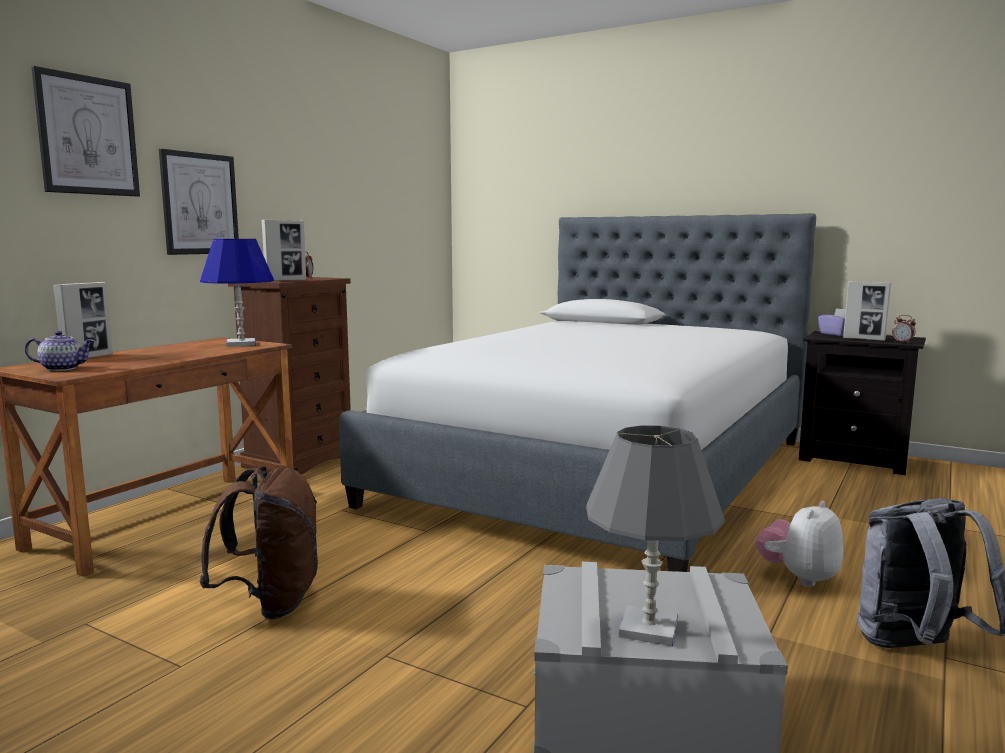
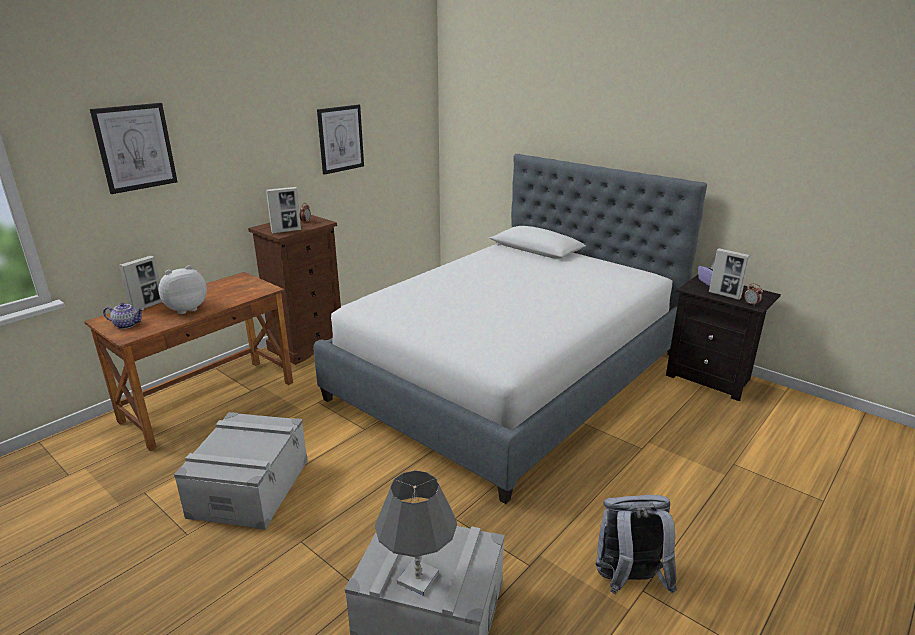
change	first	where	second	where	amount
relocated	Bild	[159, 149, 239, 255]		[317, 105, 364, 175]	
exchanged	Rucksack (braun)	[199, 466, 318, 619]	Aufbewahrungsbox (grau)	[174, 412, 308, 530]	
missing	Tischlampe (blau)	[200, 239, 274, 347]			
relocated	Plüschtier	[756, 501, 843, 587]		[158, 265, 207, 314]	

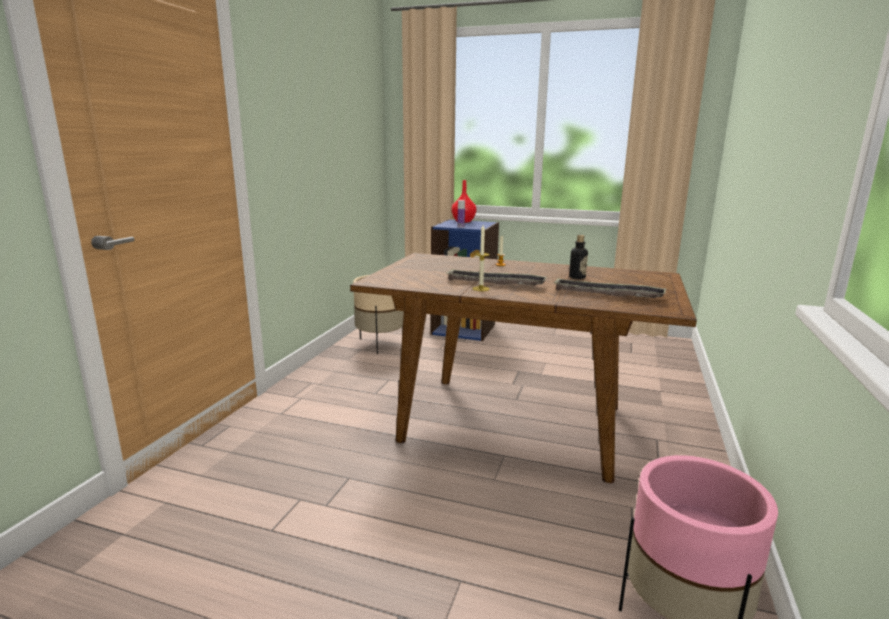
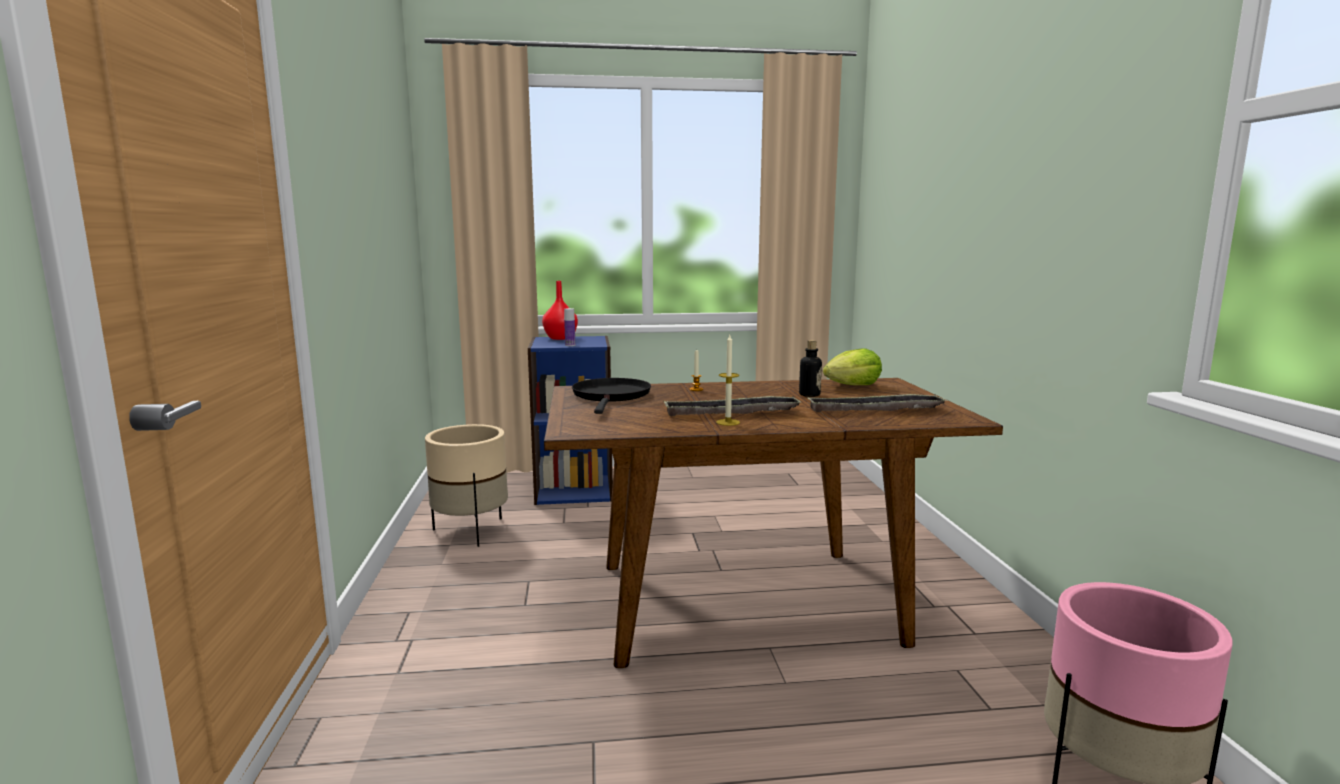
change	first	where	second	where	amount
appeared			Pfanne (schwarz)	[572, 378, 651, 414]	
appeared			Salatkopf	[823, 349, 882, 385]	

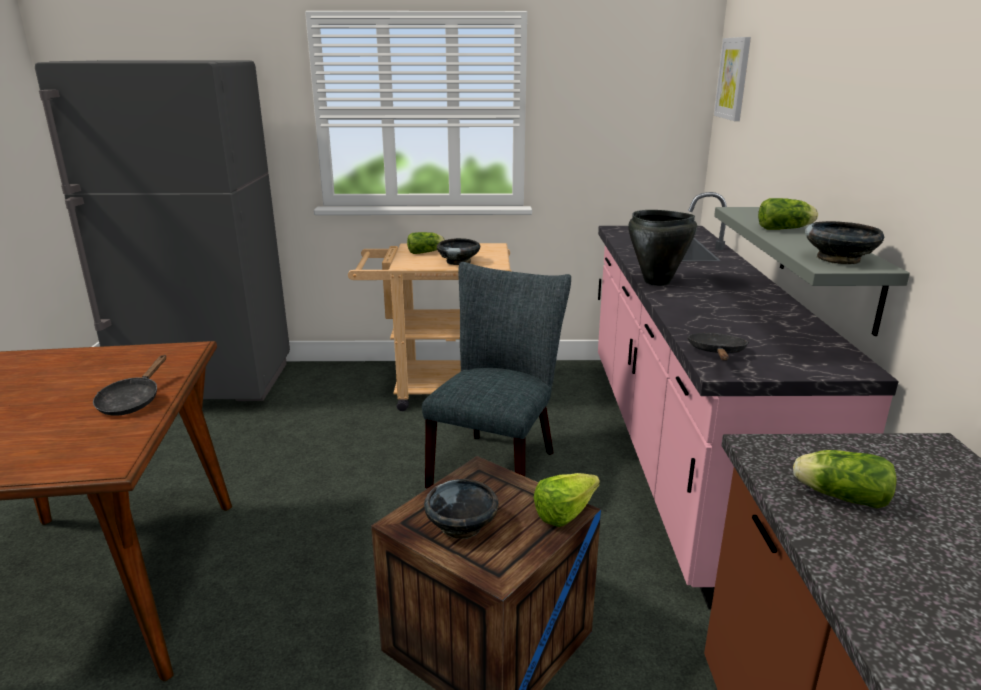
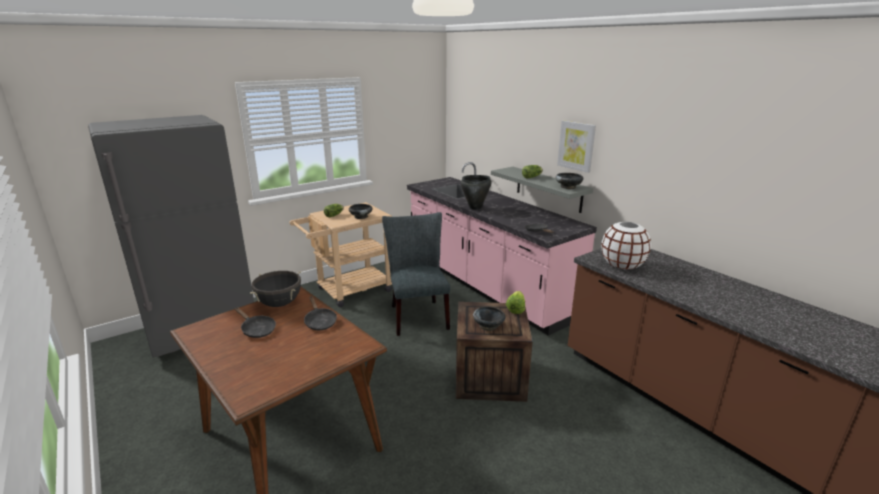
change	first	where	second	where	amount
relocated	Bild	[714, 37, 751, 121]		[557, 120, 596, 173]	
exchanged	Salatkopf	[793, 450, 897, 508]	Vase (weiß)	[602, 222, 651, 269]	
appeared			Pfanne (schwarz)	[235, 307, 276, 338]	
appeared			Kochtopf (schwarz)	[250, 271, 301, 307]	

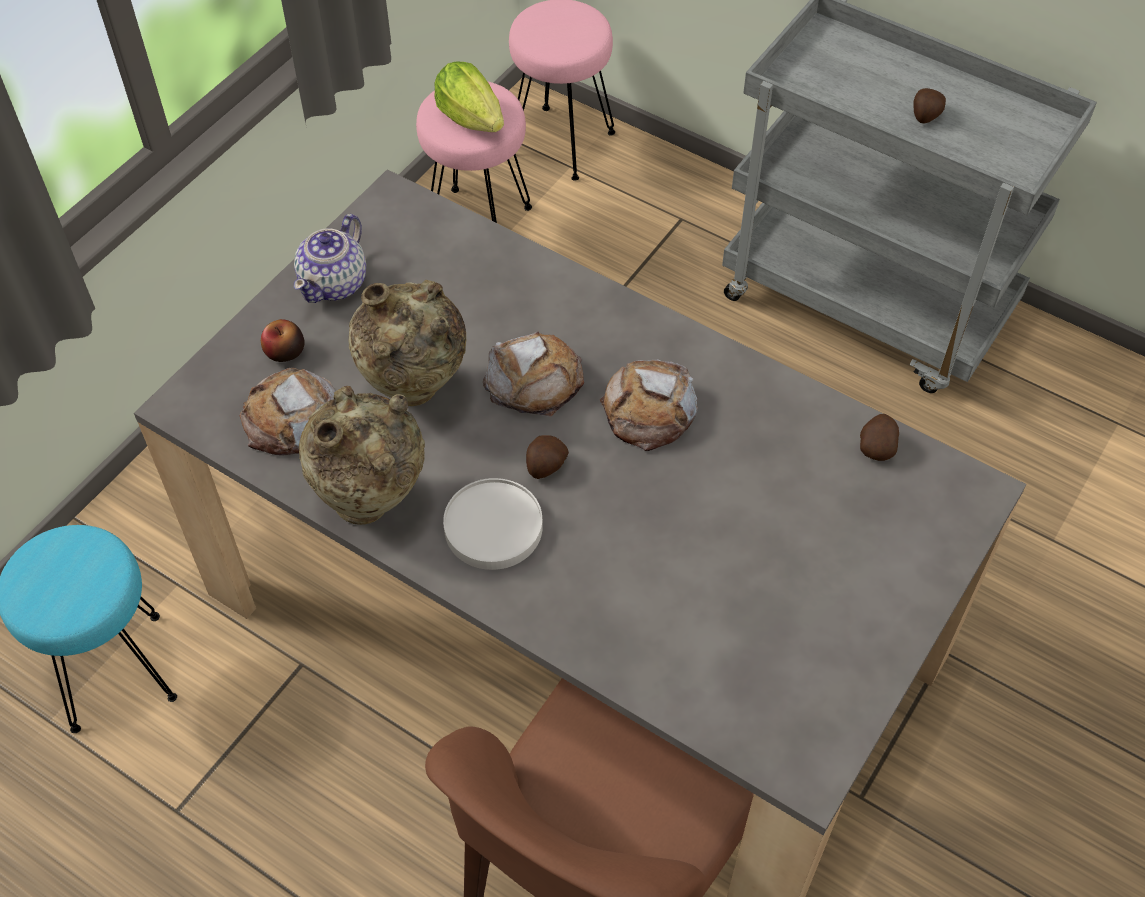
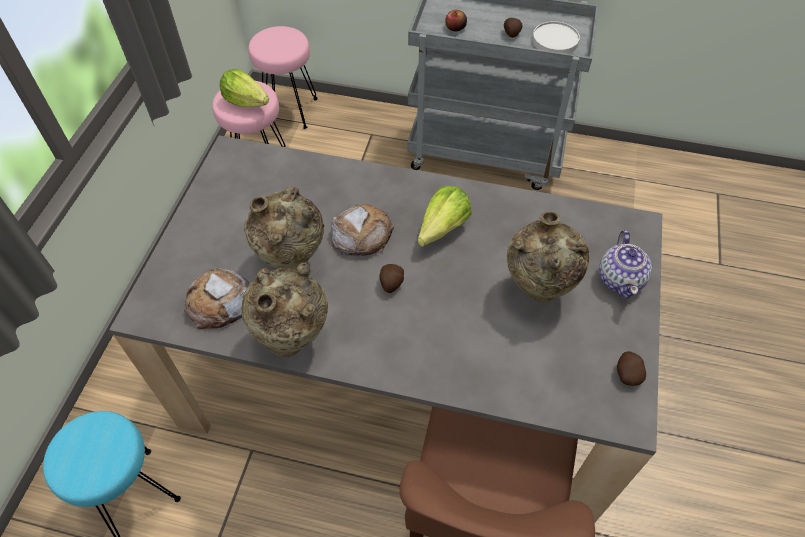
change	first	where	second	where	amount
relocated	Apfel	[261, 319, 305, 362]		[445, 10, 467, 31]	
relocated	Teekanne	[294, 214, 366, 303]		[599, 230, 652, 299]	
relocated	Teller (weiß)	[443, 478, 543, 570]		[532, 21, 580, 54]	
exchanged	Brot	[600, 359, 698, 451]	Salatkopf	[418, 186, 471, 247]	
relocated	Kartoffel	[860, 414, 899, 461]		[617, 351, 646, 386]	
appeared			Vase (beige)	[507, 212, 589, 301]	

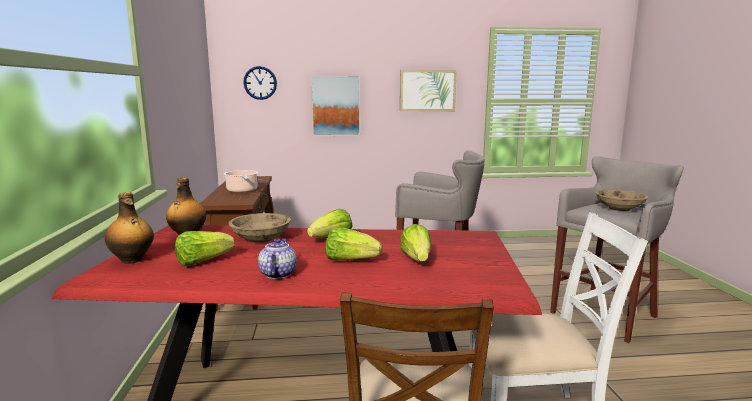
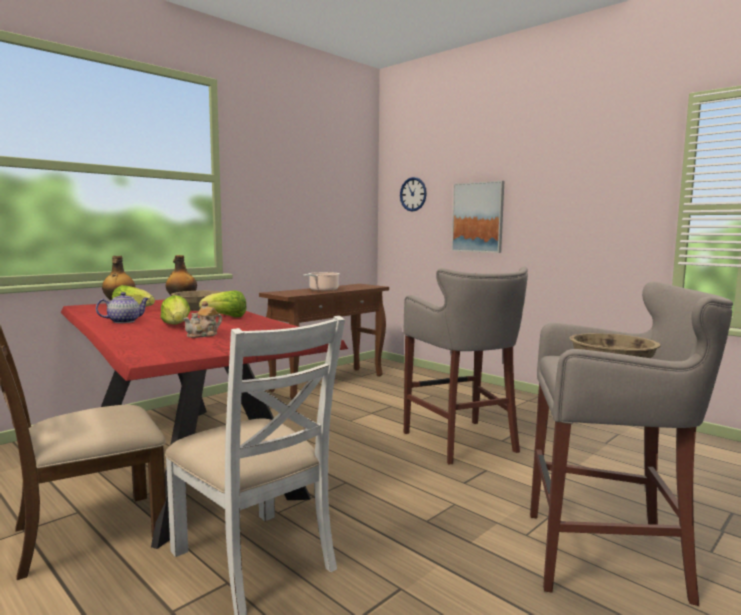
change	first	where	second	where	amount
missing	Bild	[400, 70, 457, 111]			
exchanged	Salatkopf	[400, 224, 431, 262]	Teekanne	[183, 301, 222, 338]	

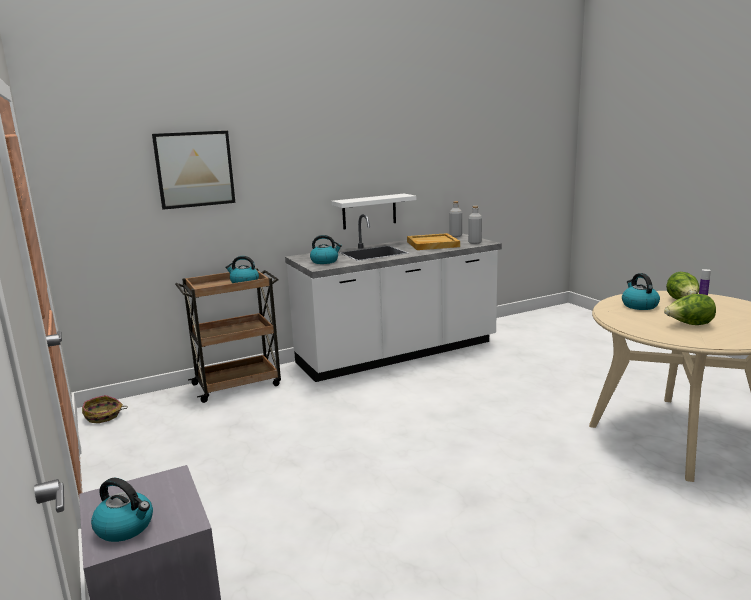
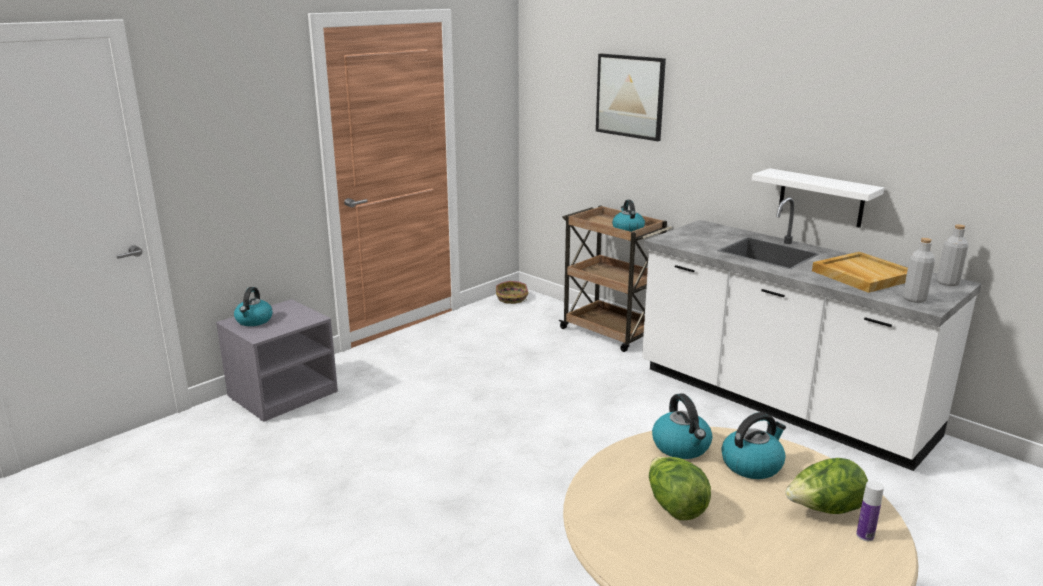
change	first	where	second	where	amount
relocated	Wasserkessel	[310, 235, 342, 264]		[652, 393, 712, 459]	

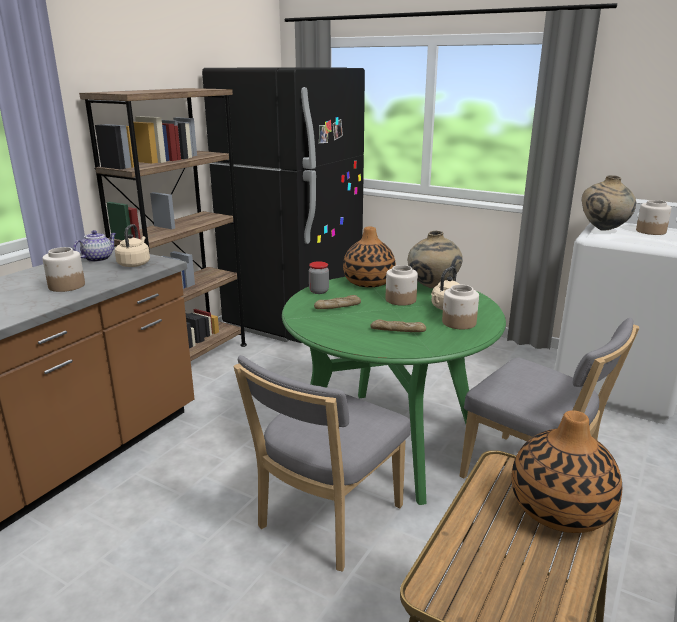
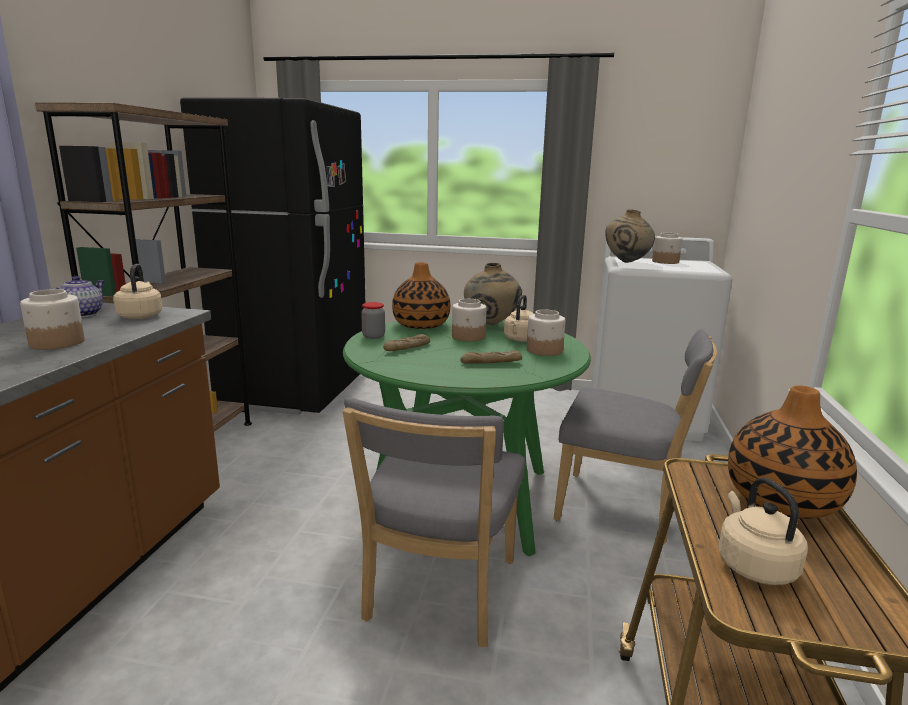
change	first	where	second	where	amount
appeared			Wasserkessel (beige)	[718, 477, 808, 585]	

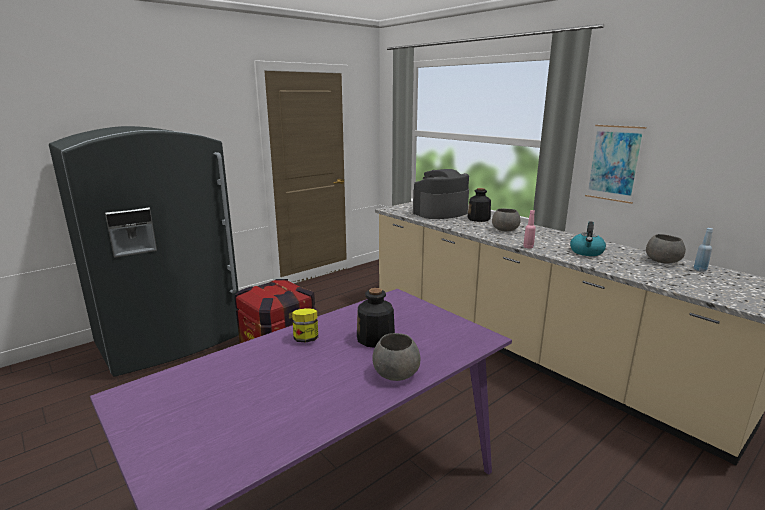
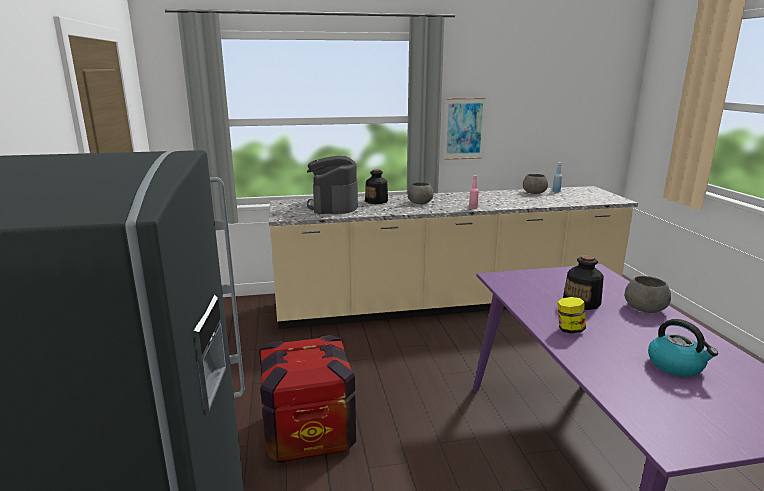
change	first	where	second	where	amount
relocated	Wasserkessel	[570, 221, 606, 256]		[648, 319, 718, 377]	

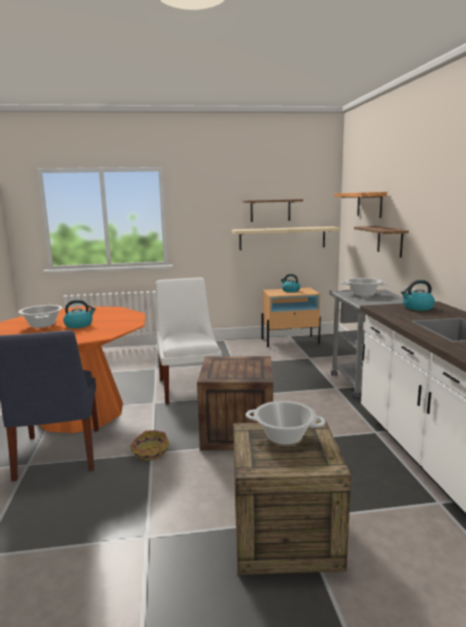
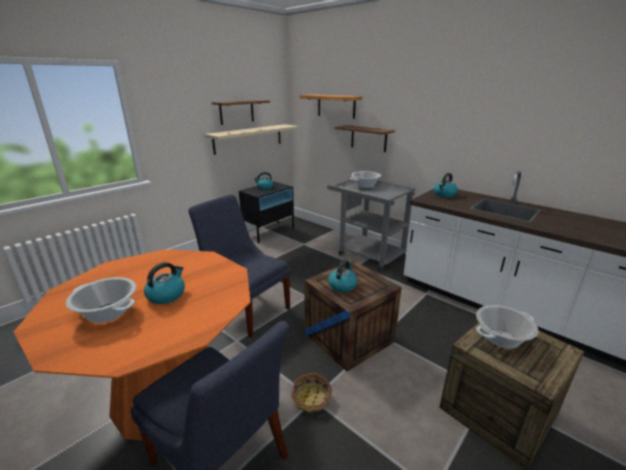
change	first	where	second	where	amount
colour	Stuhl (weiß)	[155, 278, 222, 404]	Stuhl (blau)	[189, 195, 290, 338]	
colour	Nachttisch (beige)	[261, 288, 321, 347]	Nachttisch (schwarz)	[239, 181, 294, 243]	
appeared			Wasserkessel	[328, 260, 357, 292]	

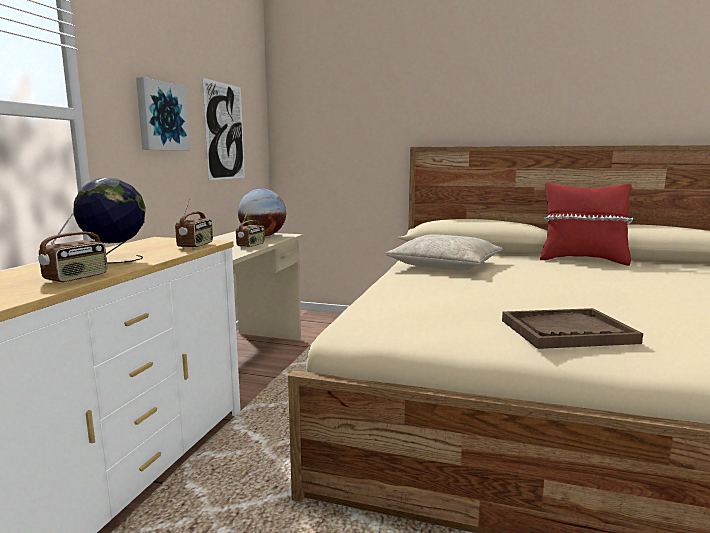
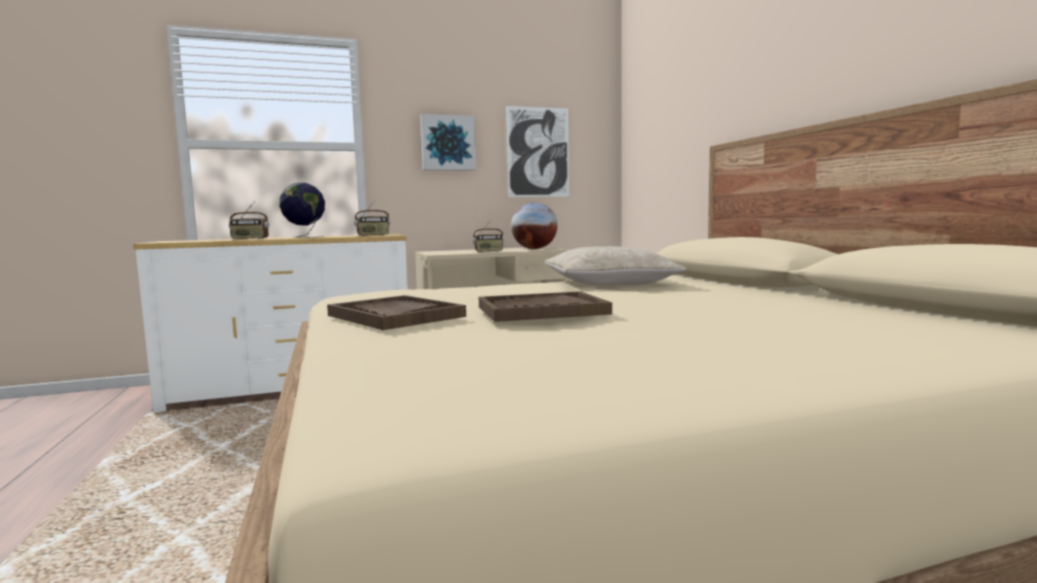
change	first	where	second	where	amount
missing	Kissen (rot)	[540, 182, 633, 266]			
appeared			Tablett (braun)	[479, 291, 612, 322]	

